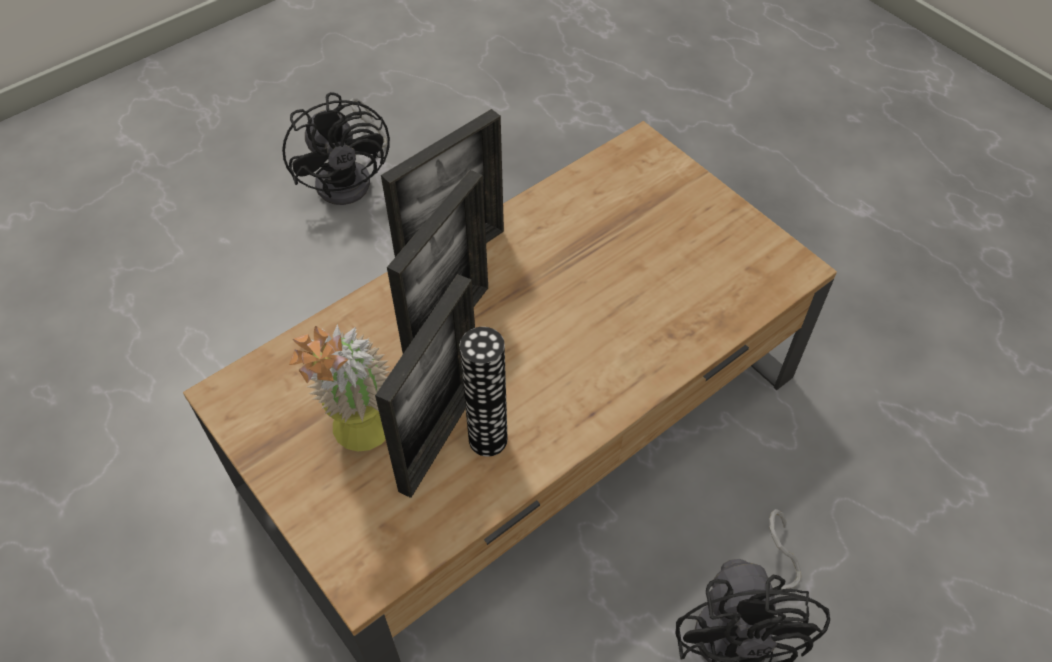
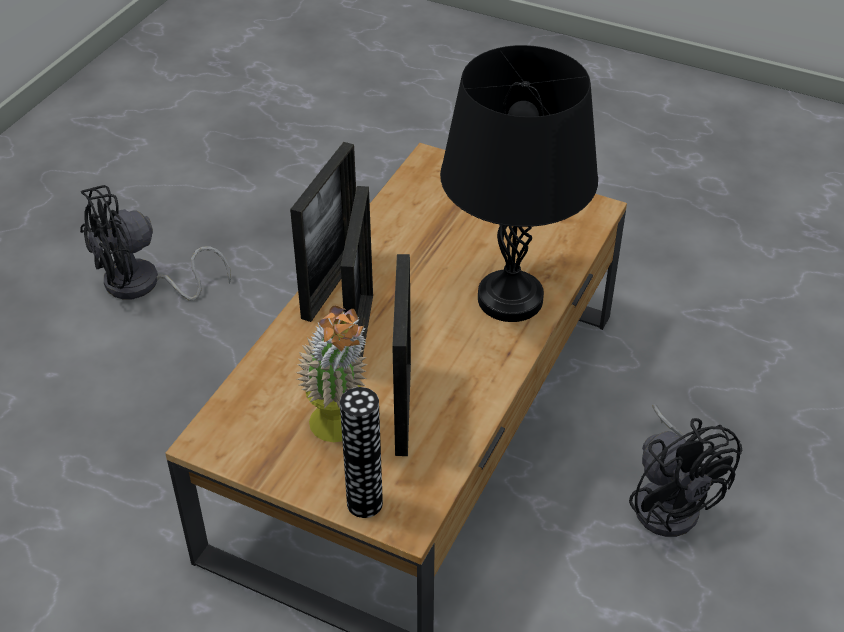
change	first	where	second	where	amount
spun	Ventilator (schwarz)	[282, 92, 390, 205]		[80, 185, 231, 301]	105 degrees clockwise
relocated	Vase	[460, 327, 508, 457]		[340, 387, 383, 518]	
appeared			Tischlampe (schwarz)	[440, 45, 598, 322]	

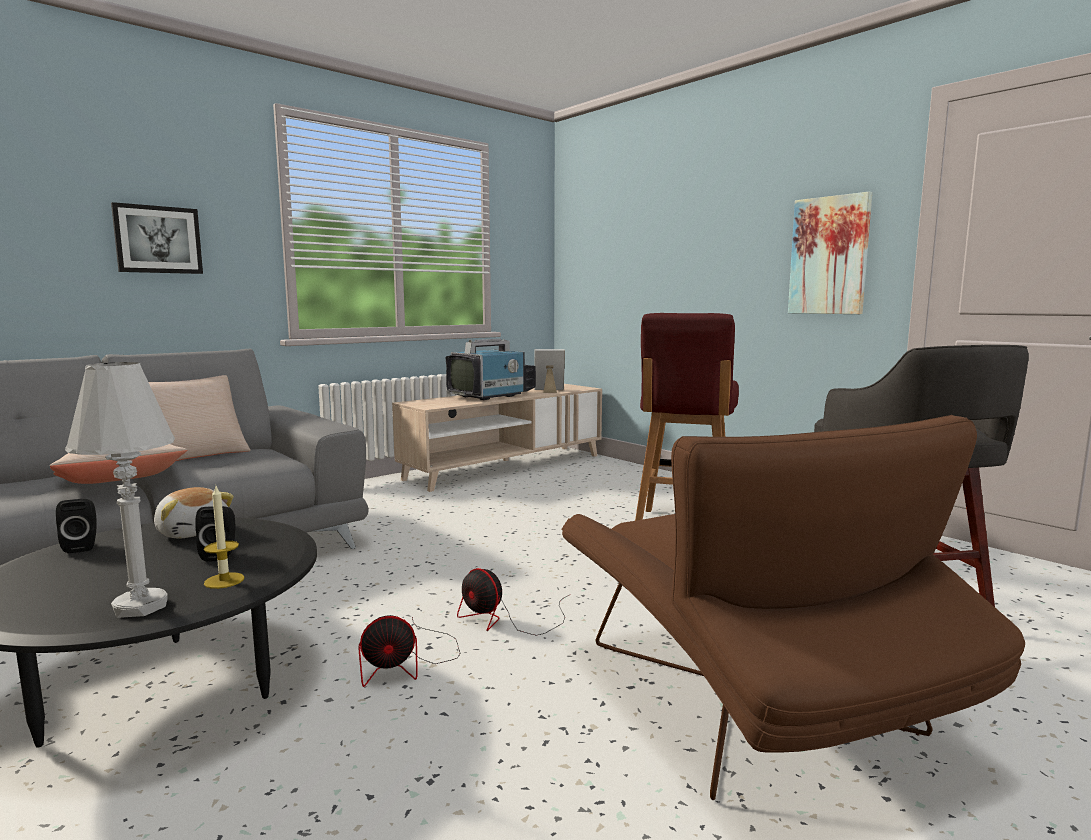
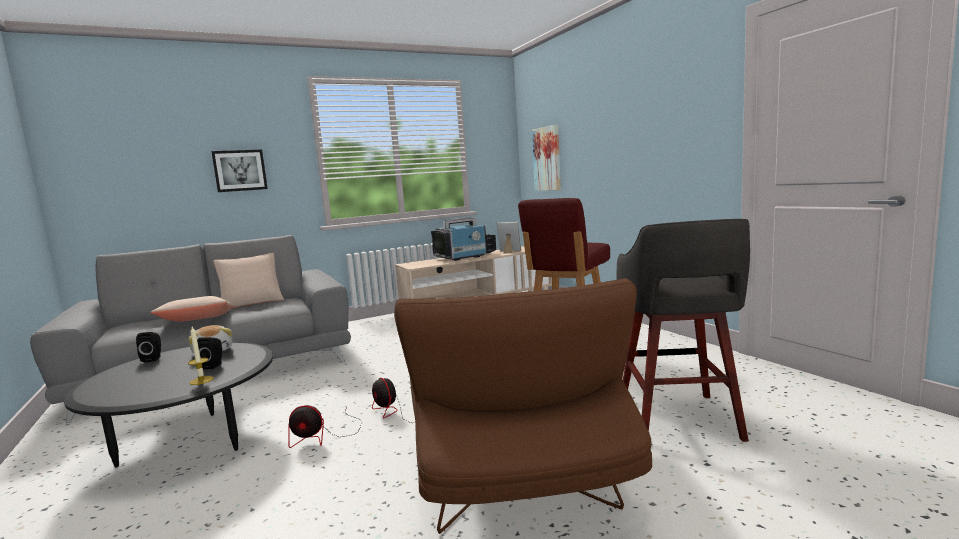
change	first	where	second	where	amount
missing	Tischlampe (weiß)	[65, 362, 175, 618]			
relocated	Bild	[788, 192, 872, 314]		[532, 124, 561, 191]	

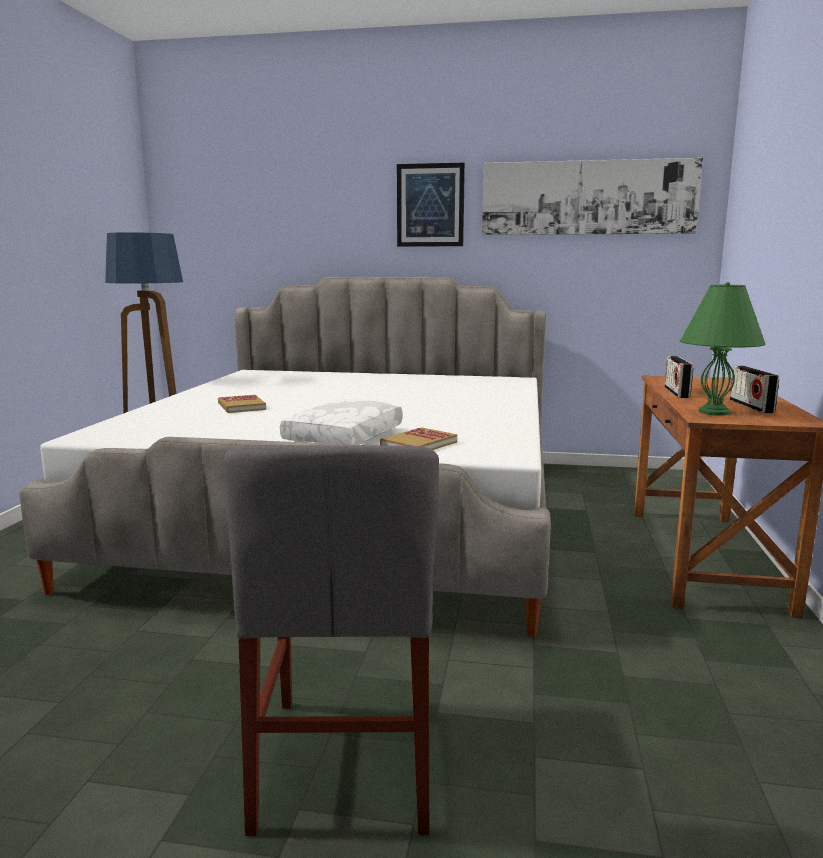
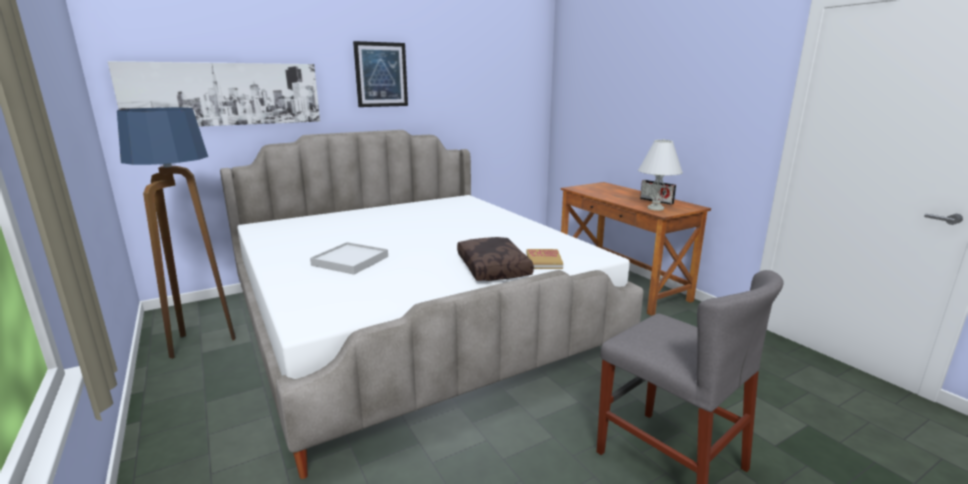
change	first	where	second	where	amount
exchanged	Buch	[218, 395, 266, 413]	Tablett (weiß)	[310, 242, 388, 275]	
colour	Kissen (weiß)	[280, 399, 403, 445]	Kissen (braun)	[457, 237, 534, 281]	
relocated	Bild	[482, 158, 703, 235]		[108, 61, 320, 127]	
missing	Radio	[665, 356, 693, 398]			
colour	Tischlampe (grün)	[679, 282, 766, 416]	Tischlampe (weiß)	[638, 139, 683, 211]	

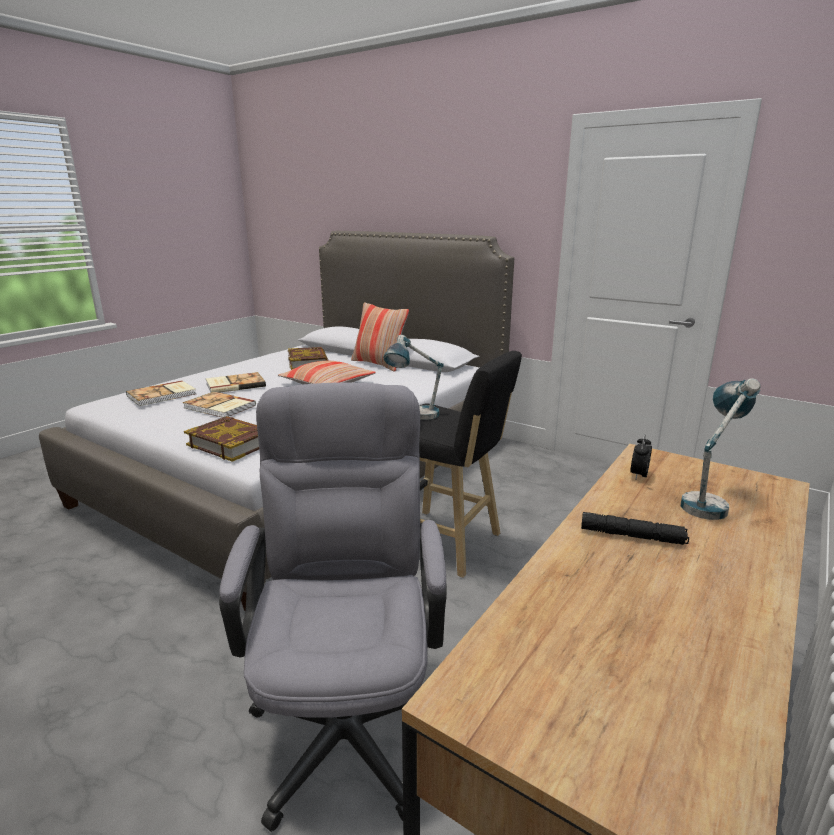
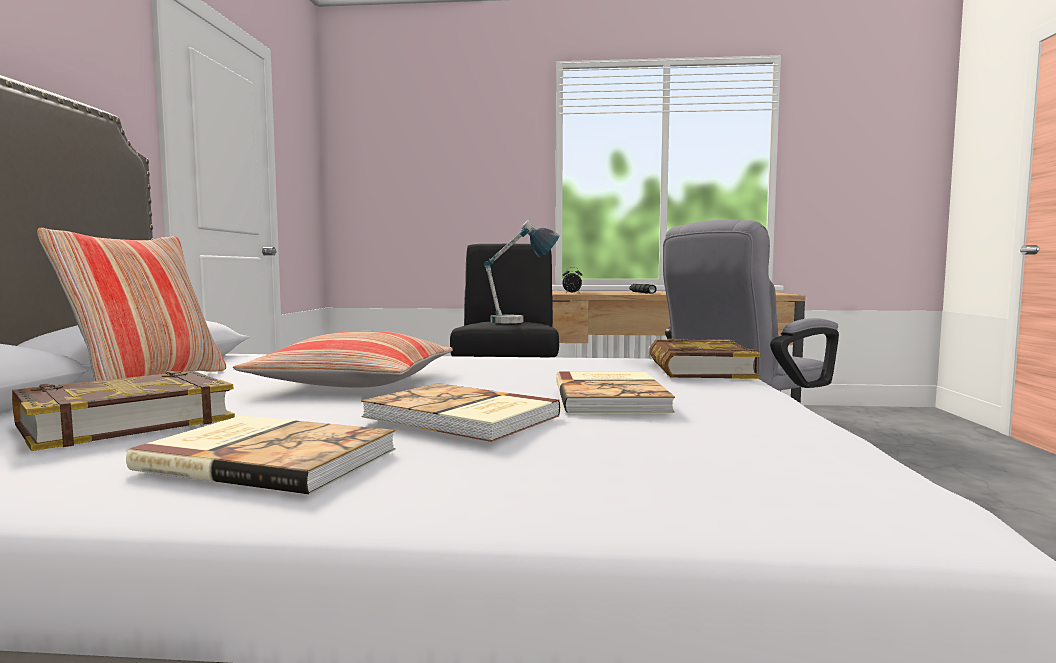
change	first	where	second	where	amount
relocated	Buch	[126, 380, 196, 406]		[126, 416, 396, 495]	
missing	Tischlampe	[681, 378, 761, 520]			

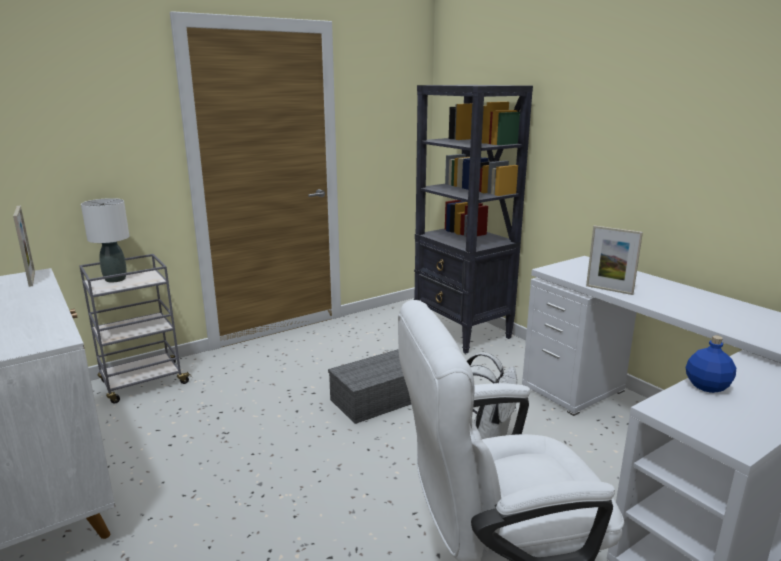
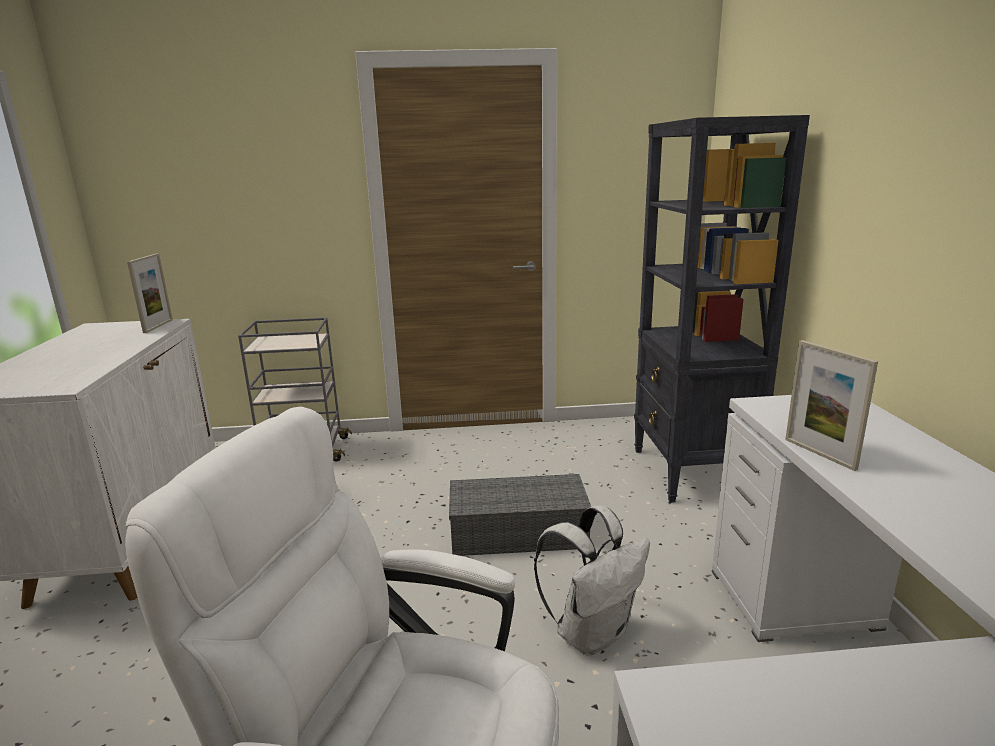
change	first	where	second	where	amount
missing	Tischlampe (weiß)	[81, 198, 129, 283]			
missing	Flasche (blau)	[686, 335, 736, 393]			

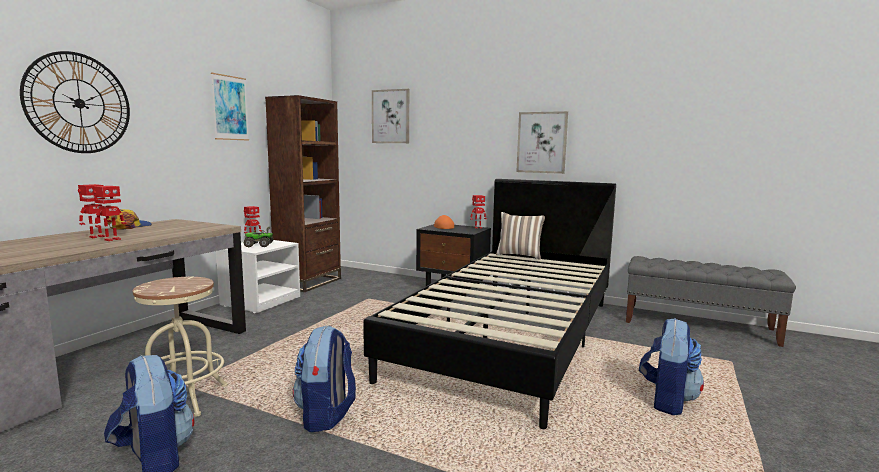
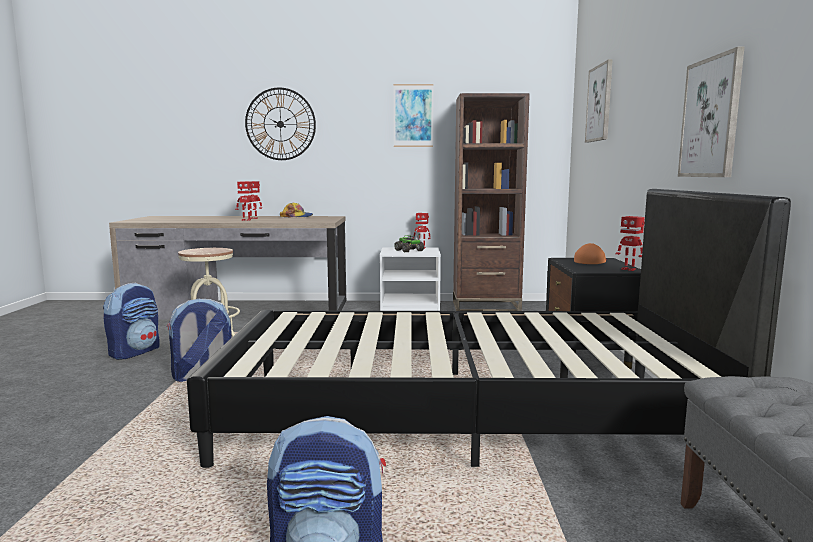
change	first	where	second	where	amount
missing	Kissen	[496, 212, 545, 260]			

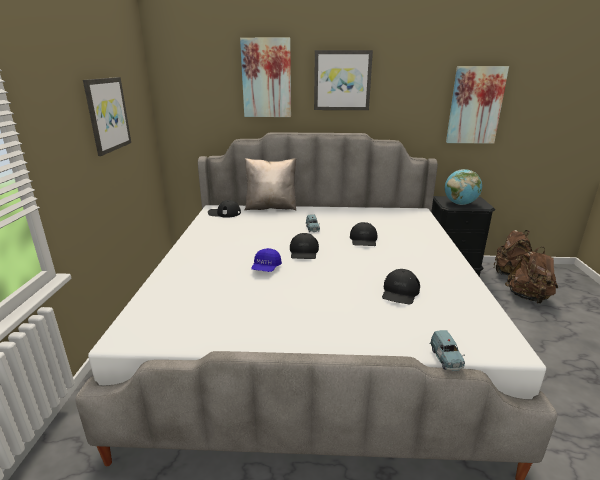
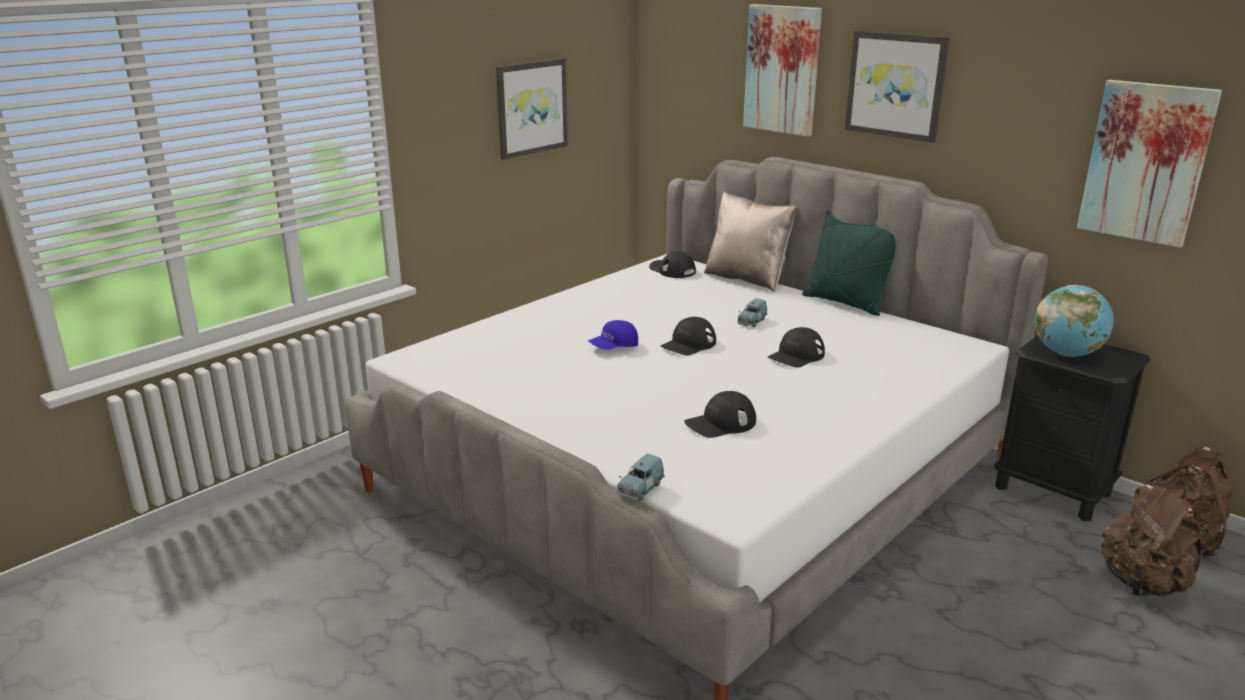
change	first	where	second	where	amount
appeared			Kissen (grün)	[802, 211, 896, 316]	

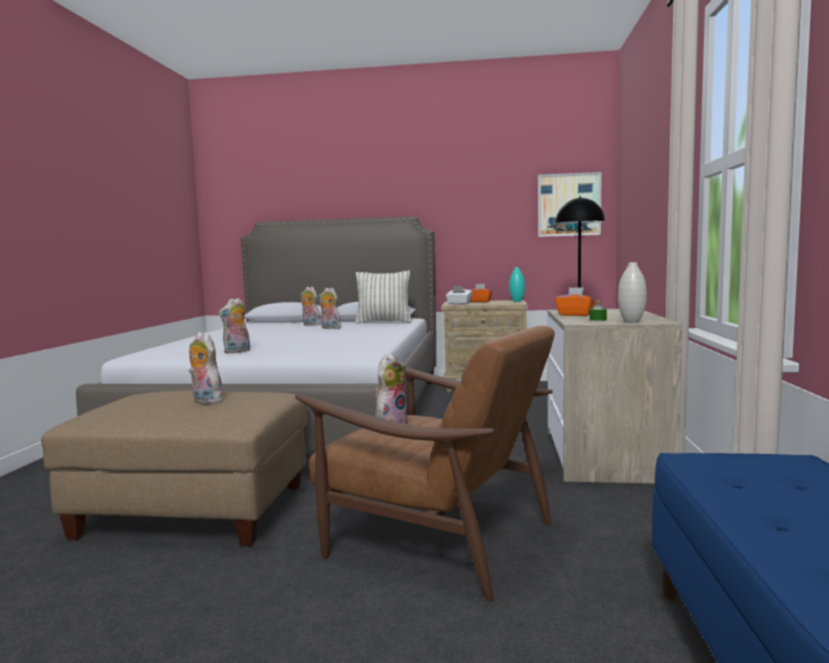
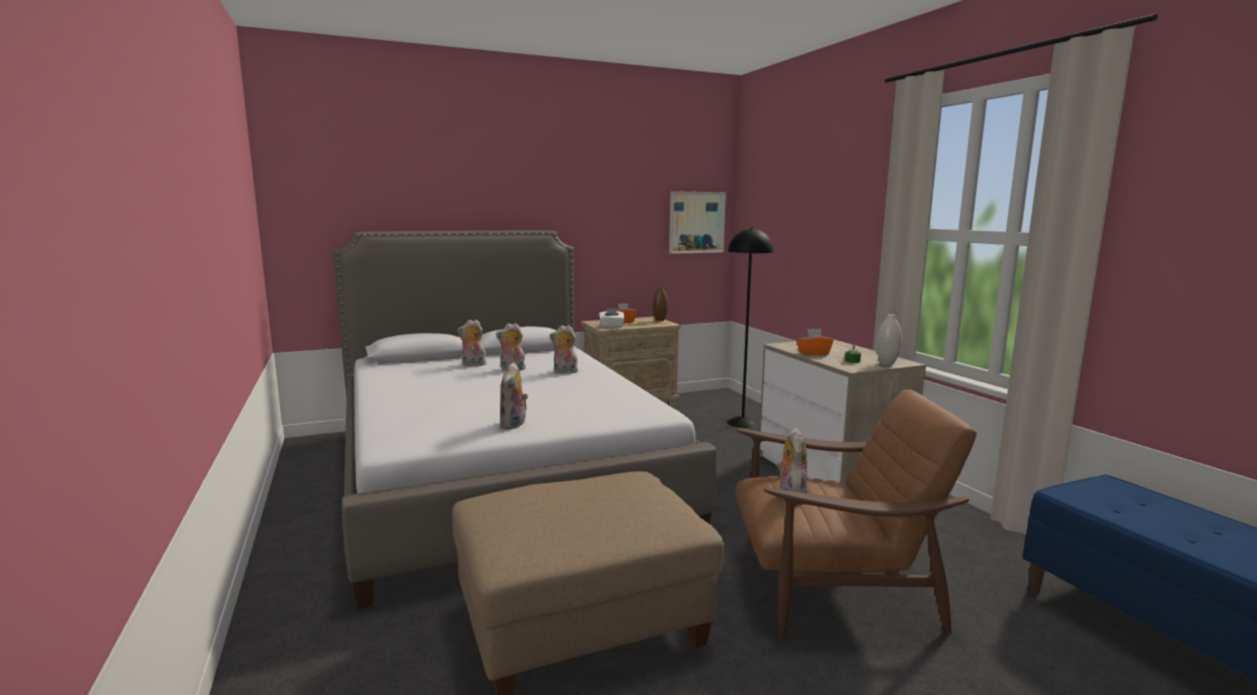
change	first	where	second	where	amount
relocated	Plüschtier	[189, 332, 225, 404]		[549, 325, 578, 374]	
missing	Kissen	[355, 271, 412, 324]			
colour	Vase (türkis)	[509, 267, 525, 302]	Vase (braun)	[653, 286, 668, 321]	

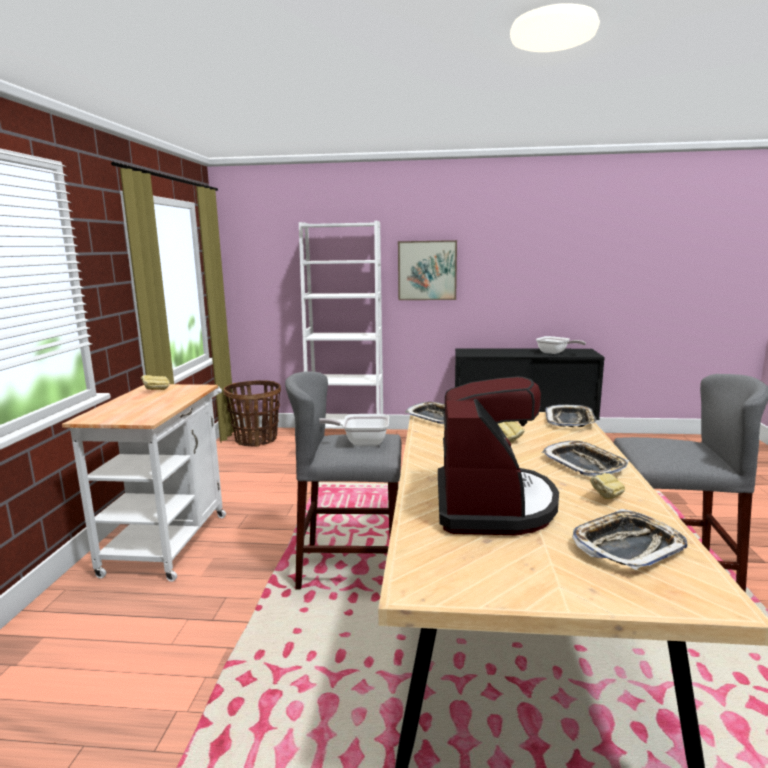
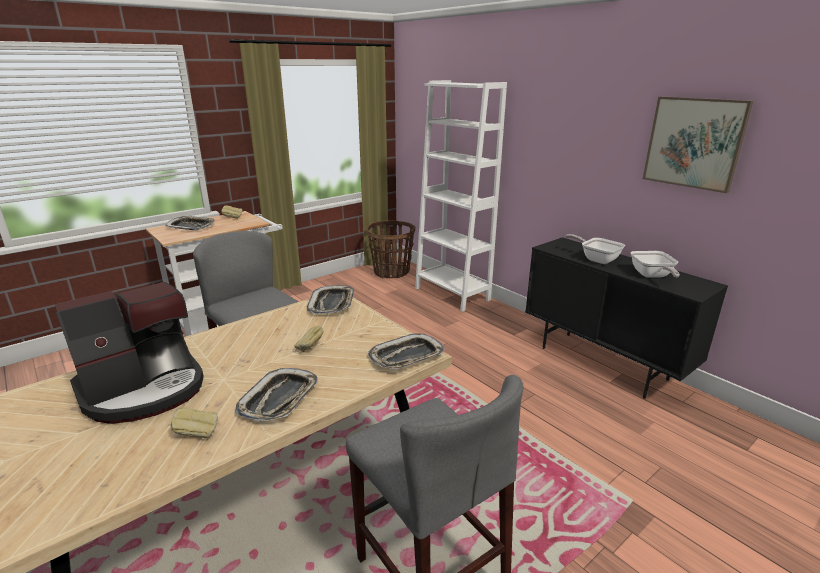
change	first	where	second	where	amount
relocated	Pfanne	[319, 414, 389, 446]		[565, 234, 625, 264]	
relocated	Bild	[398, 240, 457, 300]		[643, 96, 753, 193]	
relocated	Tablett	[572, 509, 688, 570]		[165, 216, 214, 230]	

